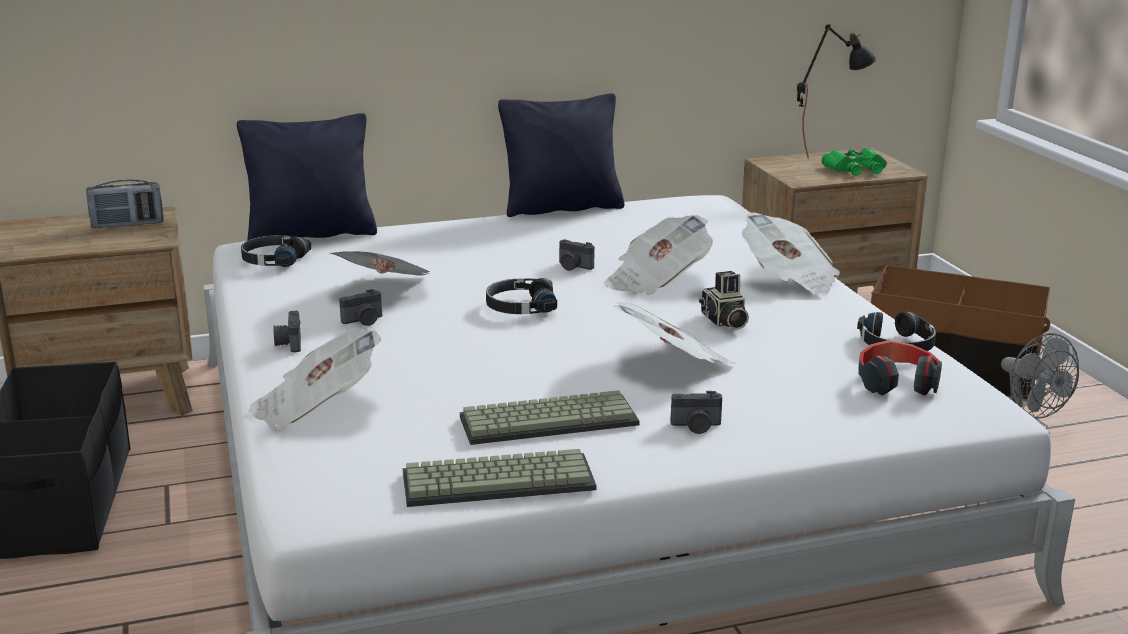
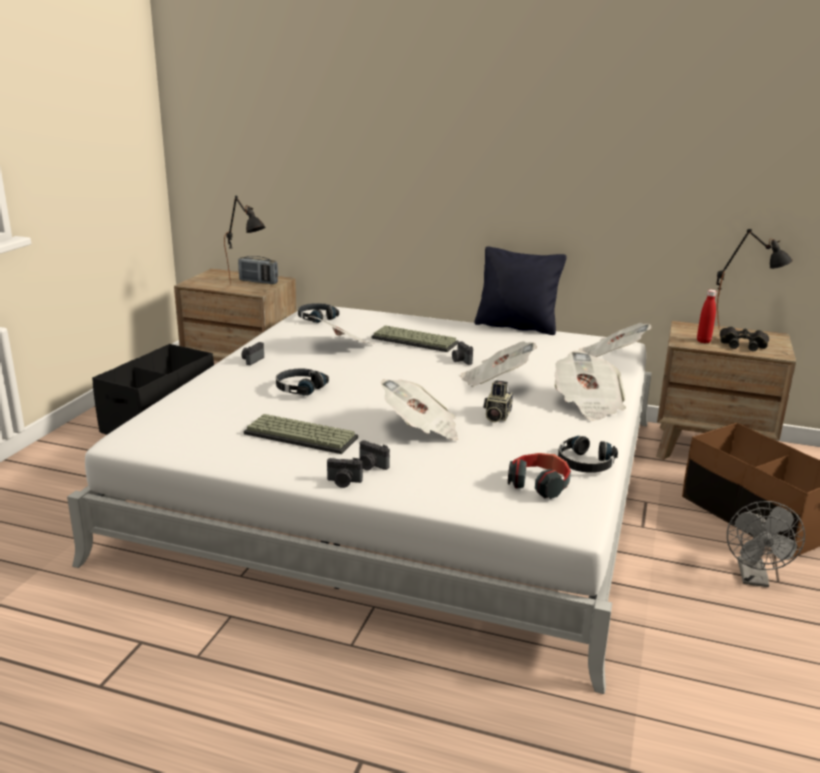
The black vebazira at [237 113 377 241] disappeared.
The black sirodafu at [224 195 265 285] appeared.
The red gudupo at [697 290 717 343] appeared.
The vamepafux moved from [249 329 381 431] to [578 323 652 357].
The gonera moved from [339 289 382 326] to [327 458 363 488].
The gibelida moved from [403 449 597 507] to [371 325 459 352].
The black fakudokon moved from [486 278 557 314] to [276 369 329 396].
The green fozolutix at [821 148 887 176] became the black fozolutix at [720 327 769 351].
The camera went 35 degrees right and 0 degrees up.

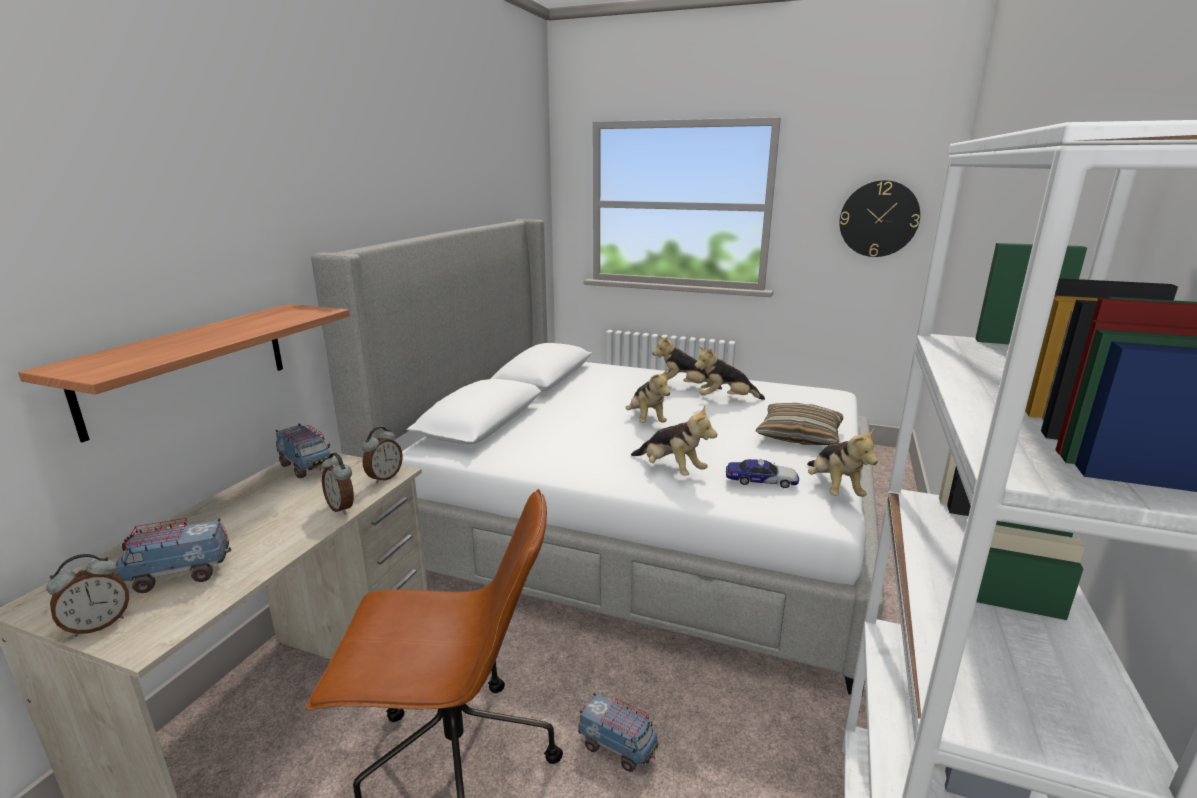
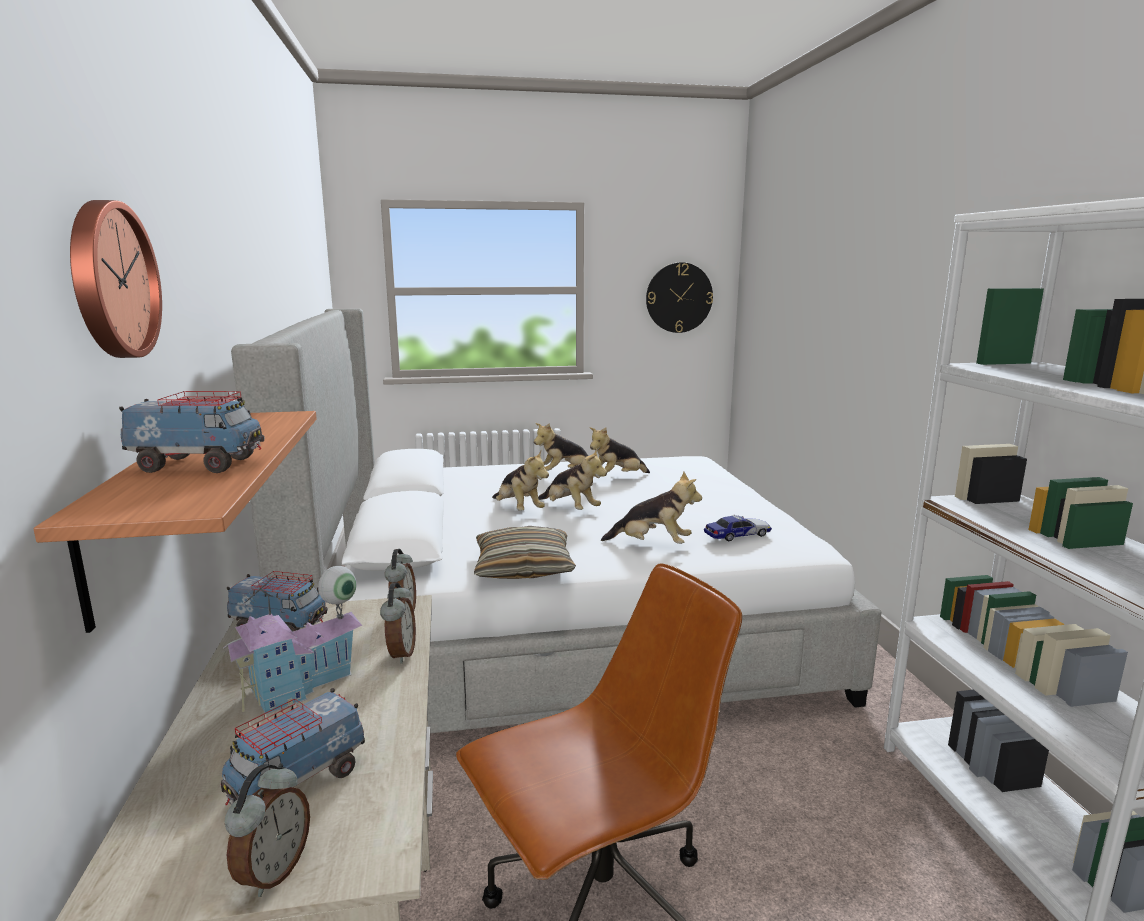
The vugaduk at [70 200 162 358] appeared.
The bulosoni at [223 566 362 715] appeared.
The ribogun moved from [578 693 659 772] to [119 391 265 473].
The vebazira moved from [756 403 844 445] to [474 526 576 579].
The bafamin moved from [807 429 878 497] to [492 451 549 511].
The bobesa at [321 453 354 515] turned 105 degrees counterclockwise.
The camera went 30 degrees left and 5 degrees down.

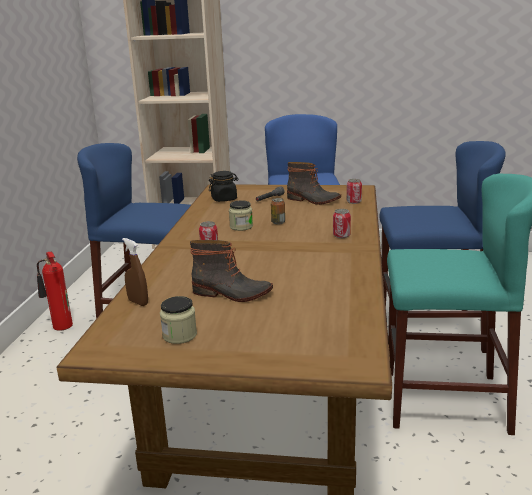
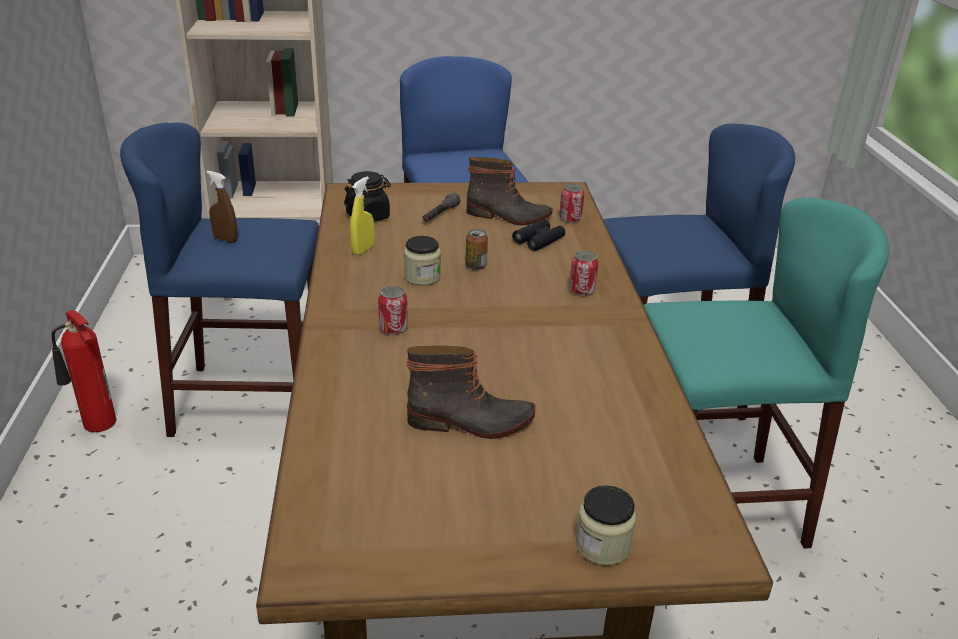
The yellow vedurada at [350 176 374 255] appeared.
The black fozolutix at [512 219 565 251] appeared.
The brown vedurada moved from [122 238 148 306] to [207 171 238 243].
The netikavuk moved from [160 296 197 344] to [575 485 636 565].
The camera went 15 degrees left and 10 degrees up.

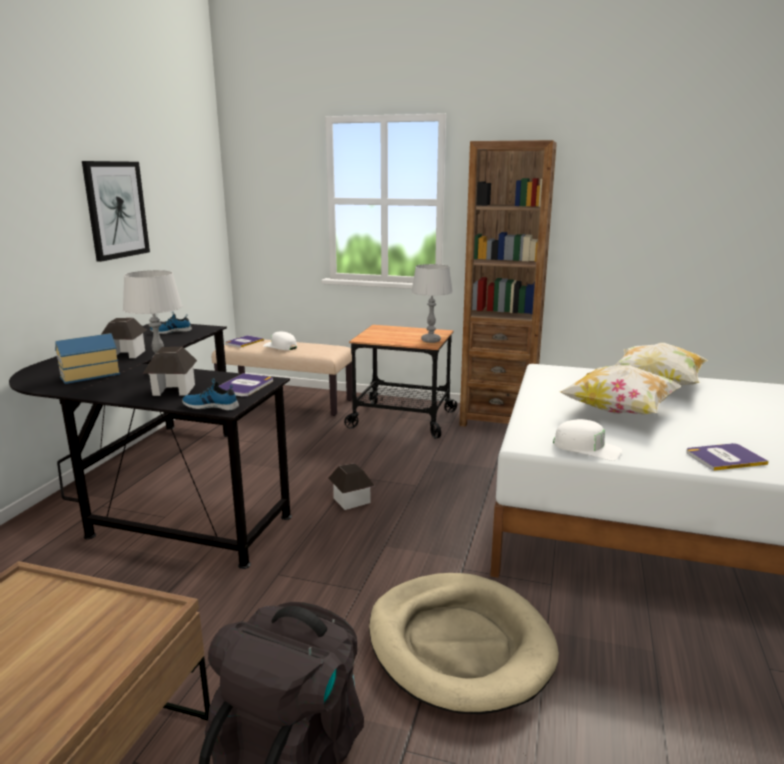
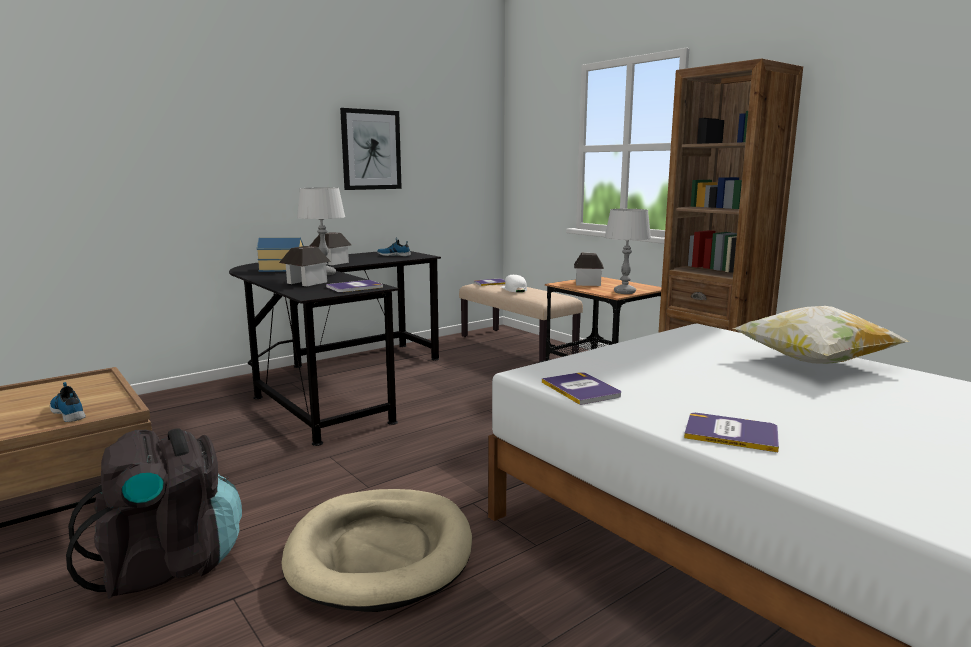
The vebazira at [560 365 682 415] disappeared.
The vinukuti moved from [182 378 239 410] to [50 382 86 422].
The bulosoni moved from [328 463 375 510] to [574 252 604 286].
The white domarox at [553 419 622 461] was replaced by the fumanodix at [542 372 621 405].
The camera went 35 degrees right and 5 degrees down.

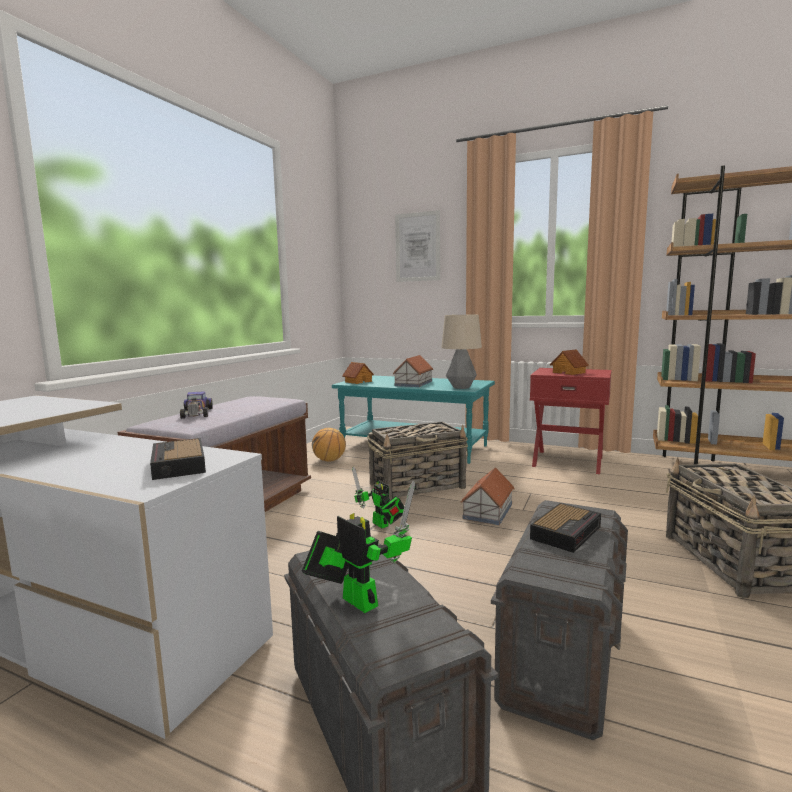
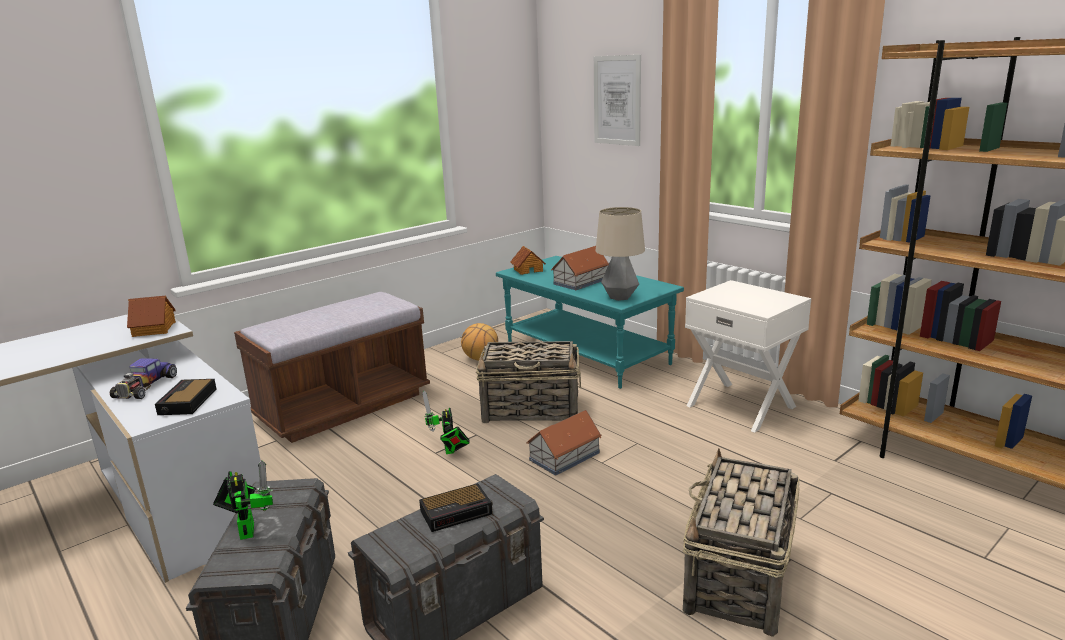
The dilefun moved from [180 391 213 419] to [110 358 177 399].
The bulosoni moved from [550 349 589 375] to [127 296 176 337].
The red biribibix at [530 368 612 474] became the white biribibix at [685 280 811 433].
The camera went 25 degrees right and 10 degrees up.

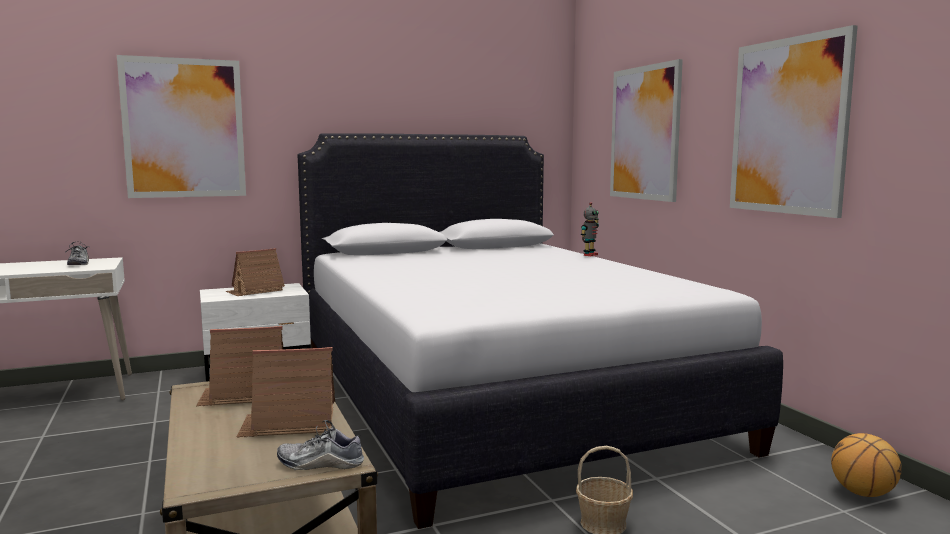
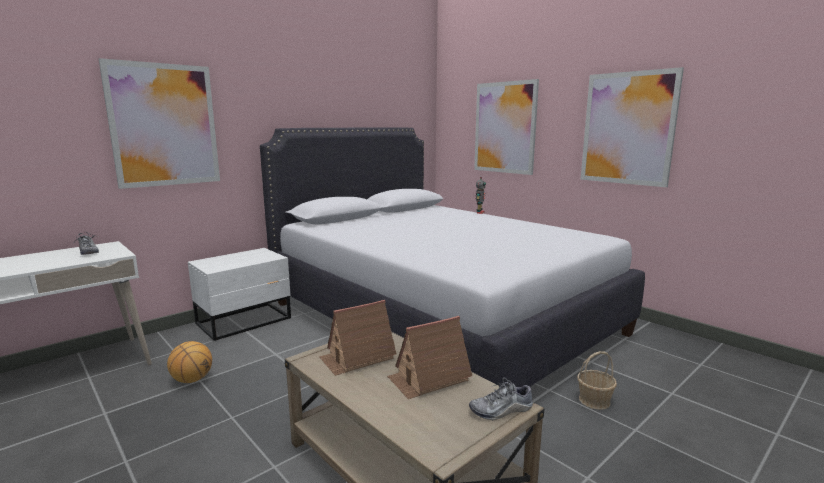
The bulosoni at [226 248 285 296] disappeared.
The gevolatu moved from [831 433 902 497] to [167 341 212 383].
The camera went 20 degrees left and 5 degrees up.

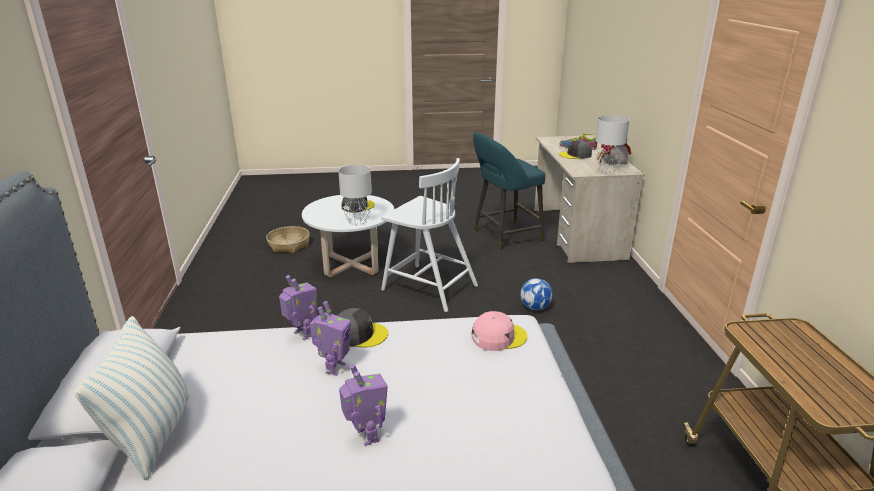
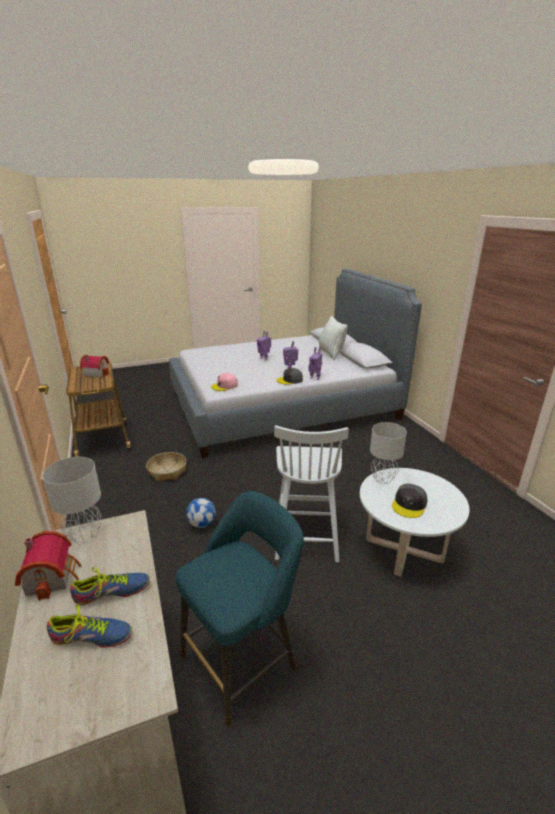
The bulosoni at [80 355 110 377] appeared.
The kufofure moved from [266 226 310 253] to [146 452 186 481].
The grey domarox at [559 140 592 159] was replaced by the vinukuti at [70 567 150 606].
The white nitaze at [381 158 478 312] turned 105 degrees counterclockwise.
The camera went 165 degrees right and 0 degrees up.

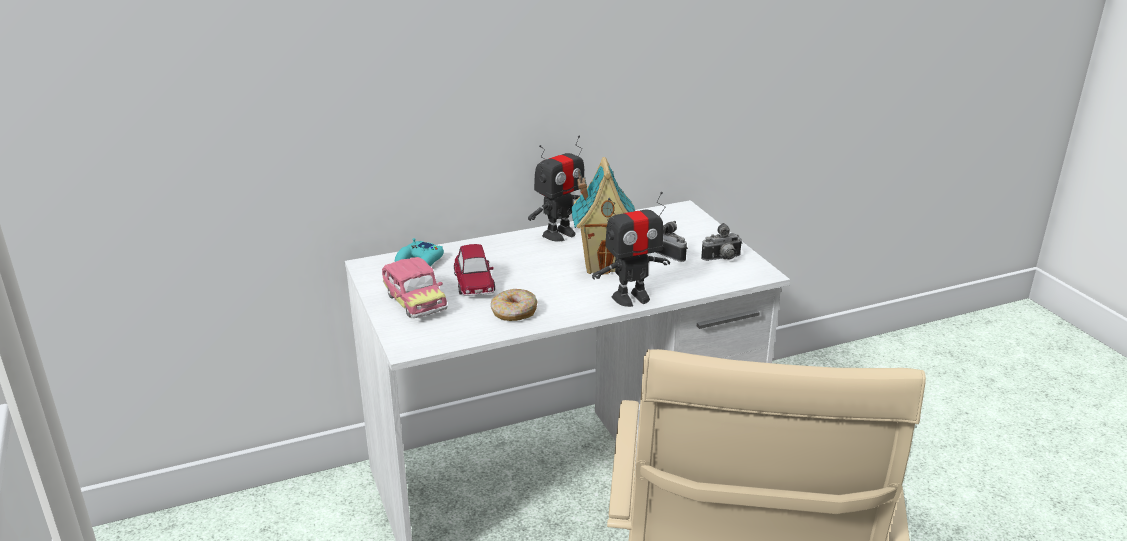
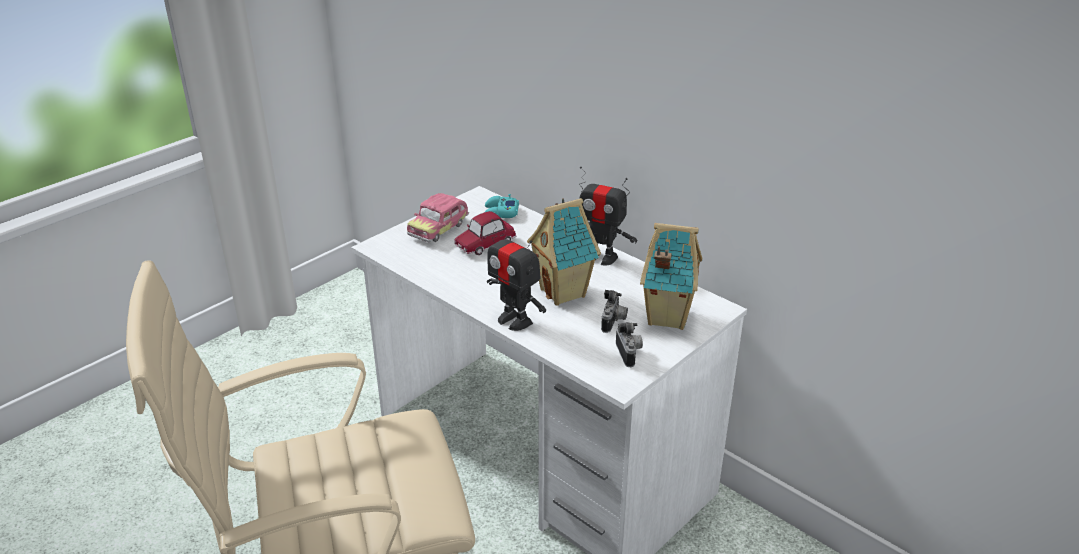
The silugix at [491 289 538 321] disappeared.
The bulosoni at [640 223 702 330] appeared.
The gonera at [701 223 743 261] turned 150 degrees counterclockwise.
The camera went 65 degrees right and 5 degrees up.

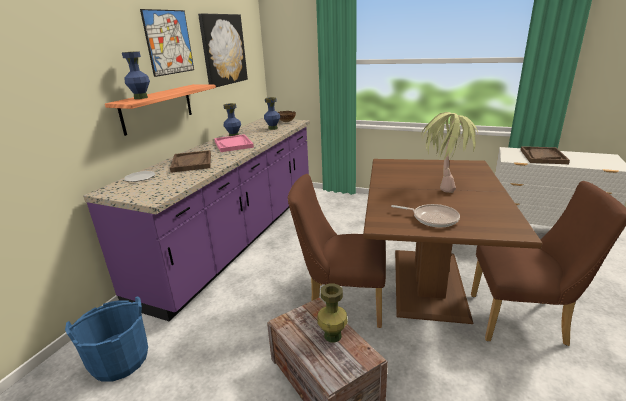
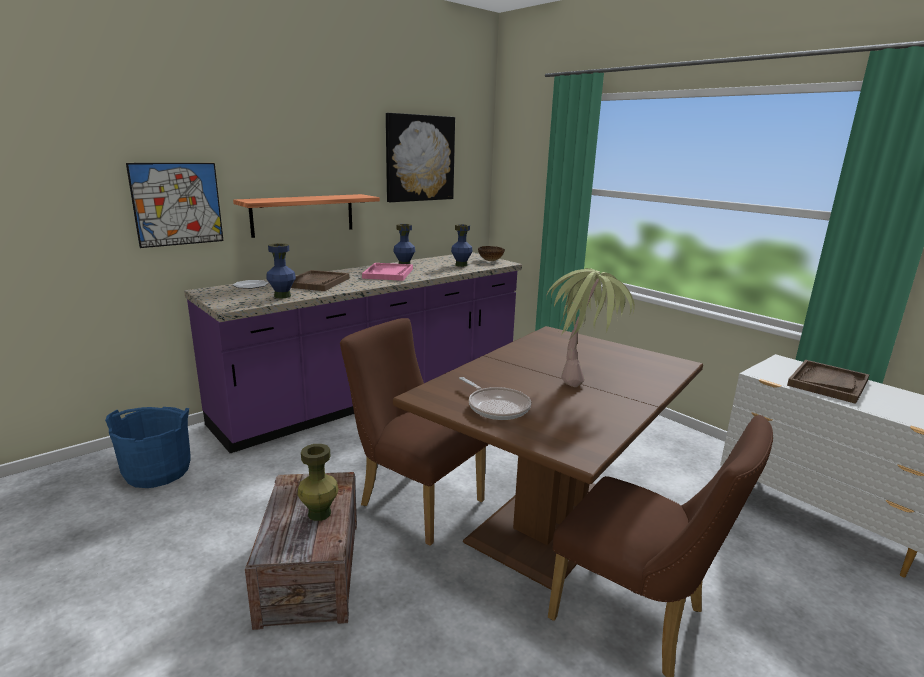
The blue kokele moved from [122 51 150 99] to [266 243 296 298].
The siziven moved from [140 9 194 77] to [126 163 224 248].
The camera went 25 degrees right and 5 degrees down.

